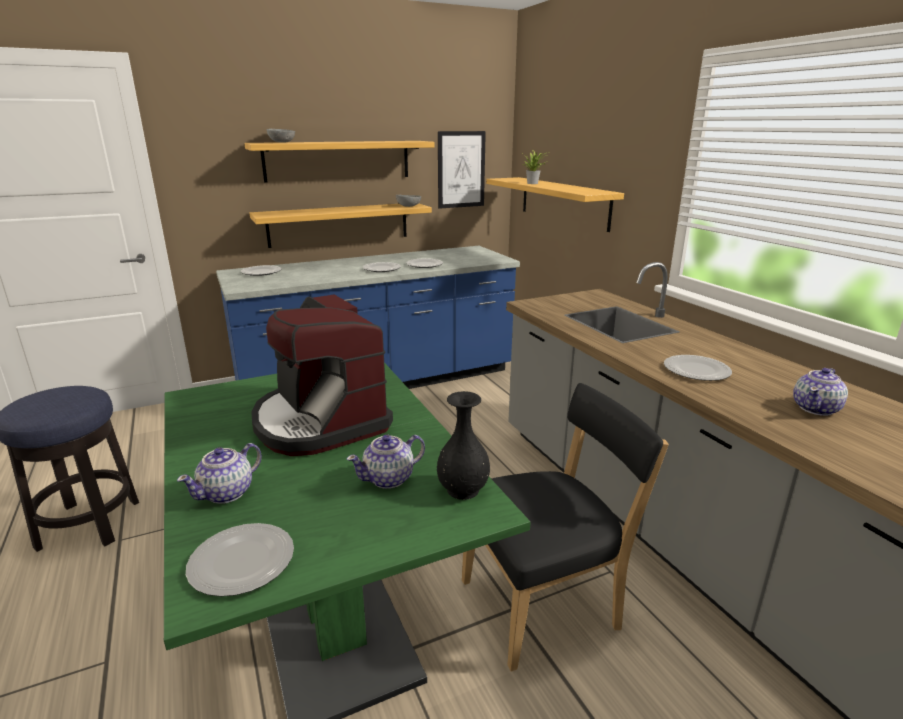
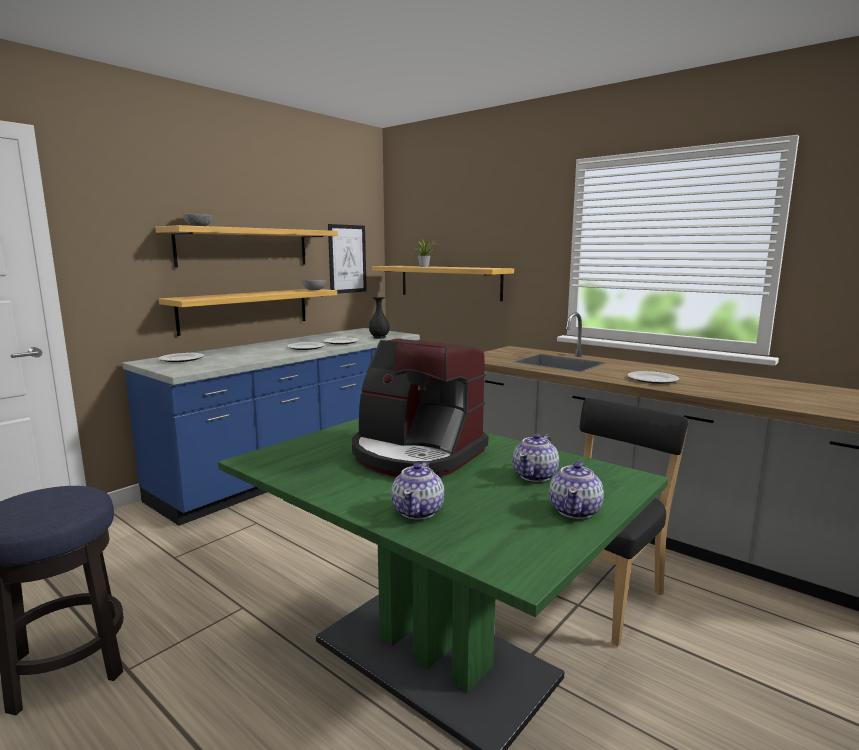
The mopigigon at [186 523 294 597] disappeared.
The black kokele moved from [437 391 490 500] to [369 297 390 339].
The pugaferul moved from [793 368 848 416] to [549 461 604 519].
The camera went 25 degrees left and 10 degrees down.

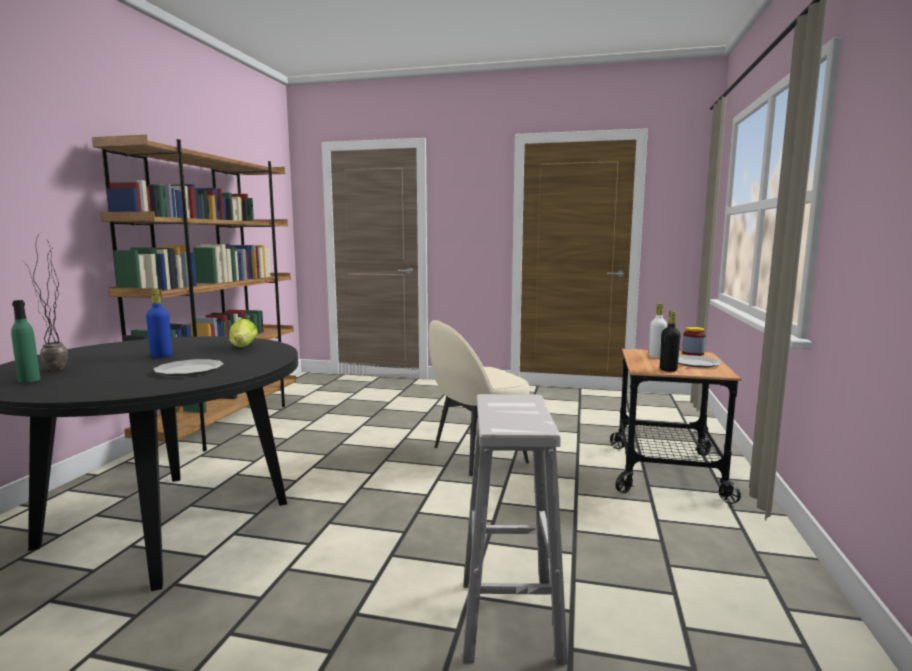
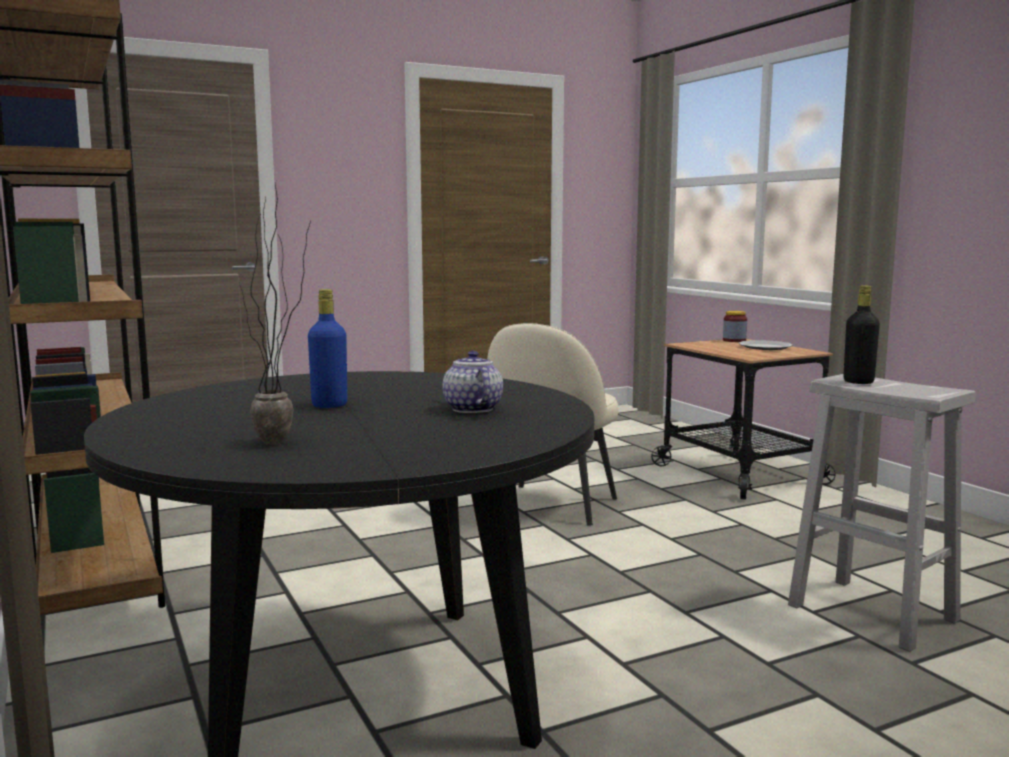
The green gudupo at [11 300 40 383] disappeared.
The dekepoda at [229 319 258 347] disappeared.
The white gudupo at [649 303 667 358] disappeared.
The black gudupo moved from [660 311 681 372] to [843 285 880 384].
The mopigigon at [153 359 224 376] was replaced by the pugaferul at [442 351 503 413].
The camera went 40 degrees left and 0 degrees up.

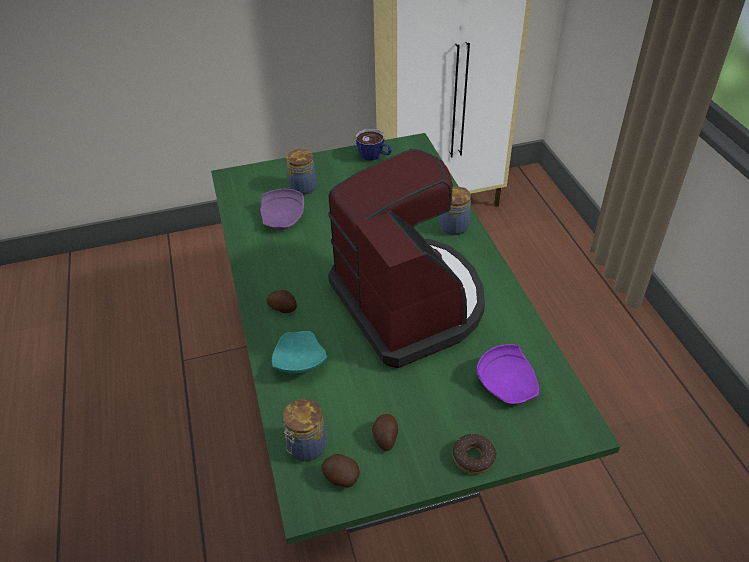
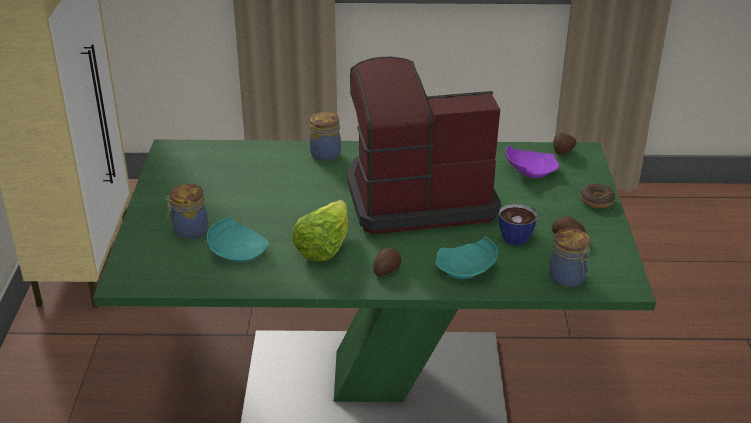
The dekepoda at [291 200 348 261] appeared.
The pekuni moved from [321 454 360 488] to [553 133 577 155].
The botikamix moved from [356 129 392 161] to [499 204 537 245].
The purple mopigigon at [260 189 304 230] became the turquoise mopigigon at [207 217 269 263].
The camera went 75 degrees left and 10 degrees down.

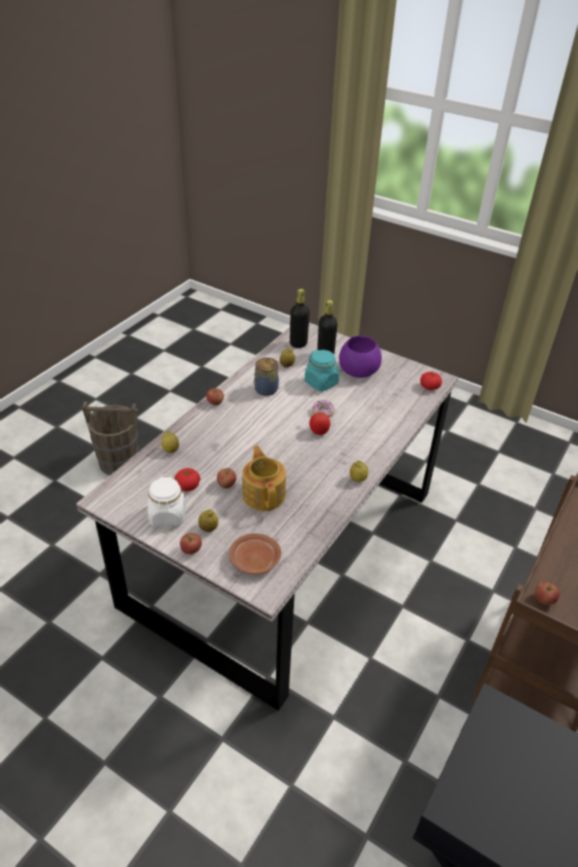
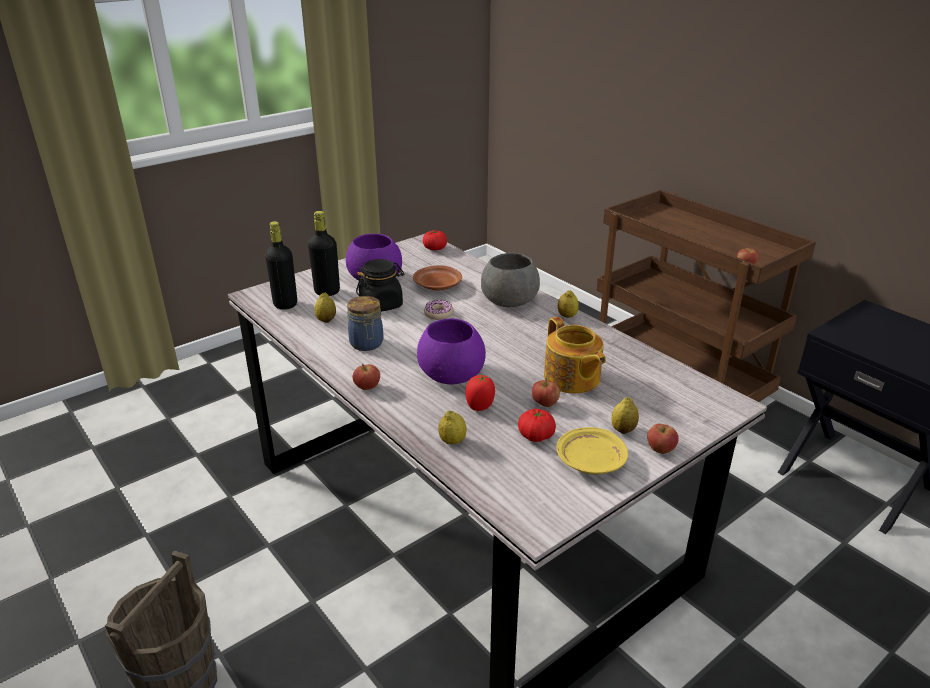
The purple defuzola at [417 318 486 384] appeared.
The grey defuzola at [481 253 540 307] appeared.
The brown mopigigon moved from [229 533 281 574] to [413 265 462 291].
The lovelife moved from [309 412 330 435] to [465 375 495 411].
The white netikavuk at [148 475 186 527] was replaced by the yellow mopigigon at [557 427 628 474].
The turquoise netikavuk at [305 349 339 391] became the black netikavuk at [356 259 405 312].
The pugaferul at [242 446 286 511] turned 120 degrees counterclockwise.
The camera went 70 degrees left and 10 degrees down.

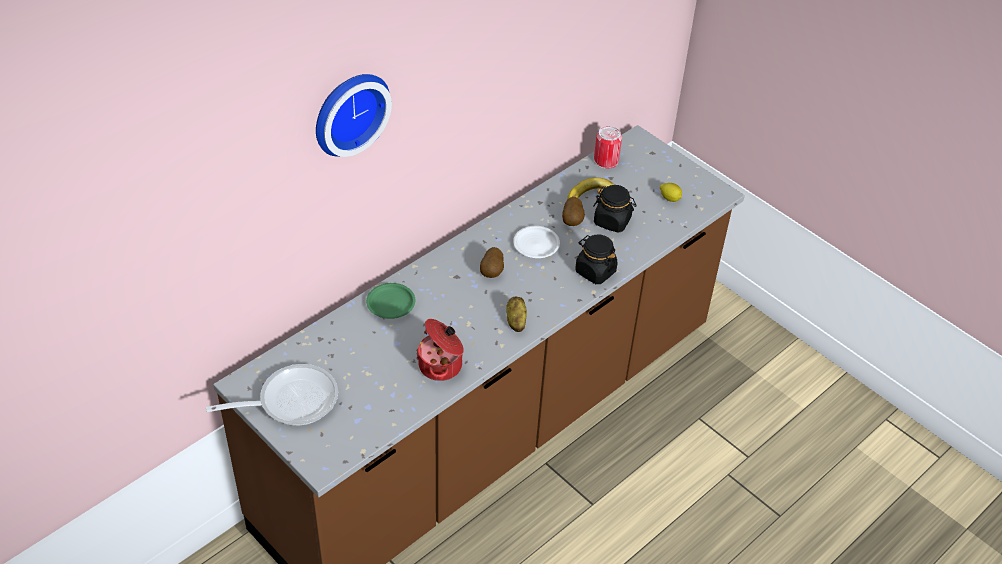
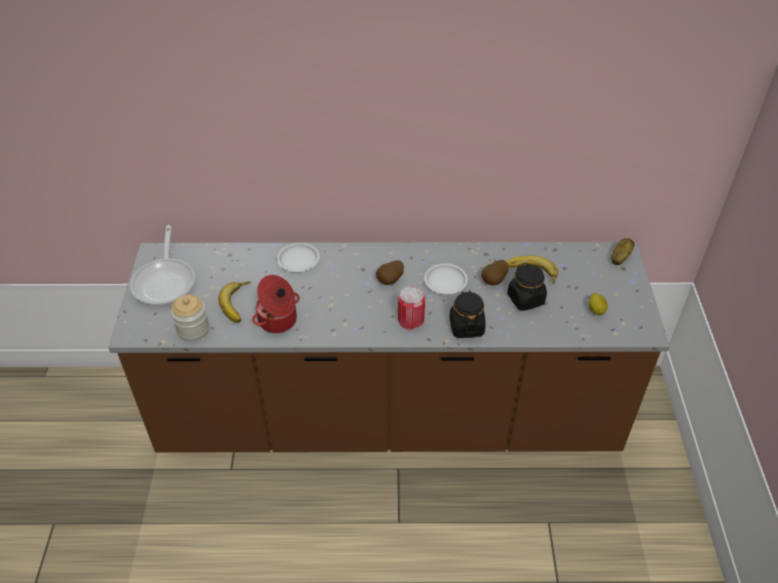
The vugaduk at [316 74 392 157] disappeared.
The netikavuk at [171 295 209 341] appeared.
The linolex at [218 282 251 322] appeared.
The pekuni moved from [506 296 527 332] to [611 238 635 265].
The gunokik moved from [594 126 622 169] to [398 286 425 330].
The green mopigigon at [366 283 415 319] became the white mopigigon at [277 243 320 272].
The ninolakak at [206 364 338 425] turned 60 degrees clockwise.
The camera went 45 degrees right and 0 degrees up.

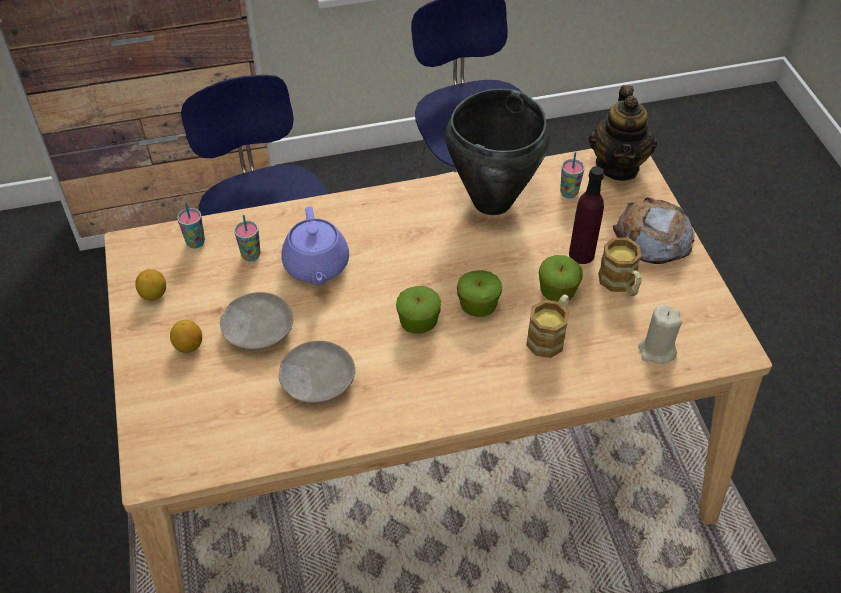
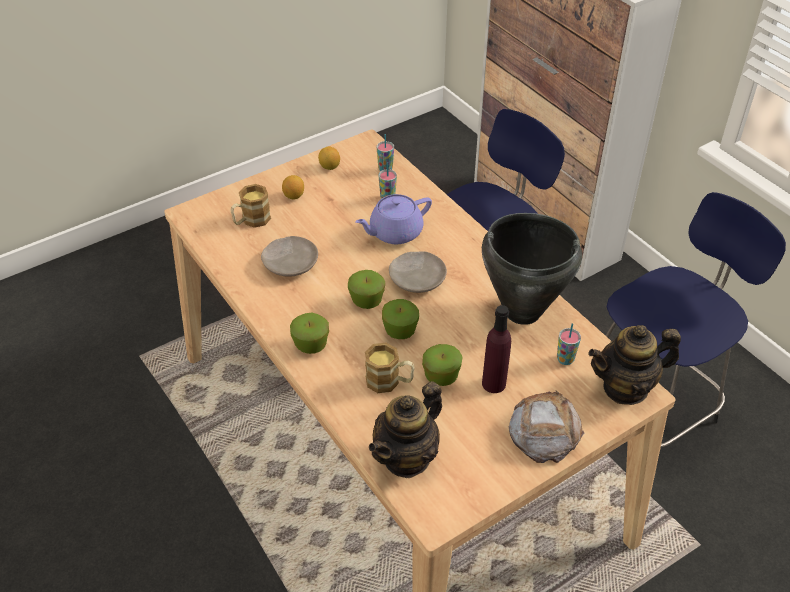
The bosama at [290 313 329 354] appeared.
The beige mopigigon moved from [220 292 293 350] to [389 251 447 293].
The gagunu moved from [598 237 642 296] to [230 184 271 228].
The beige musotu at [638 305 682 364] was replaced by the pugaferul at [369 381 442 478].
The camera went 70 degrees right and 5 degrees down.

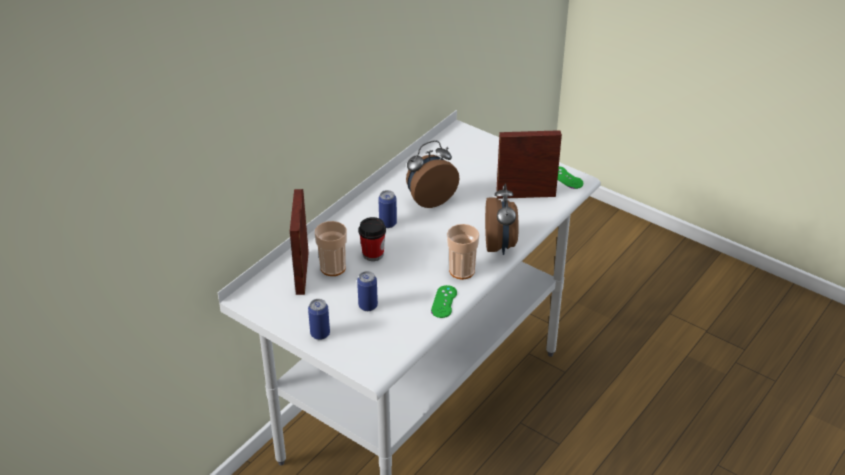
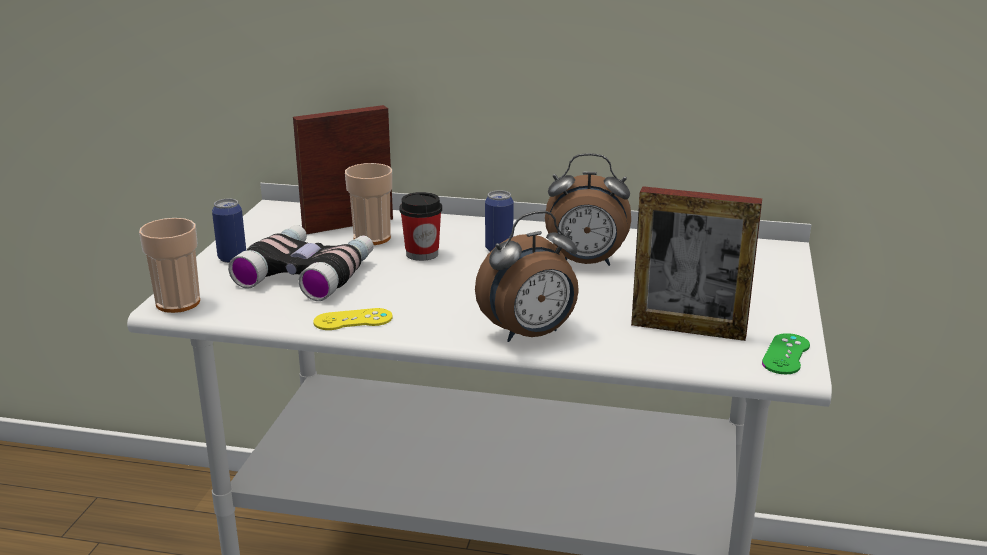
The botikamix moved from [447 224 479 280] to [139 218 200 313].
The gunokik at [357 271 378 311] was replaced by the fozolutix at [228 225 374 301].
The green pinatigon at [431 285 457 318] became the yellow pinatigon at [313 308 393 330].
The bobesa at [406 140 460 208] turned 150 degrees clockwise.
The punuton at [496 130 562 199] turned 135 degrees clockwise.
The camera went 65 degrees right and 15 degrees down.

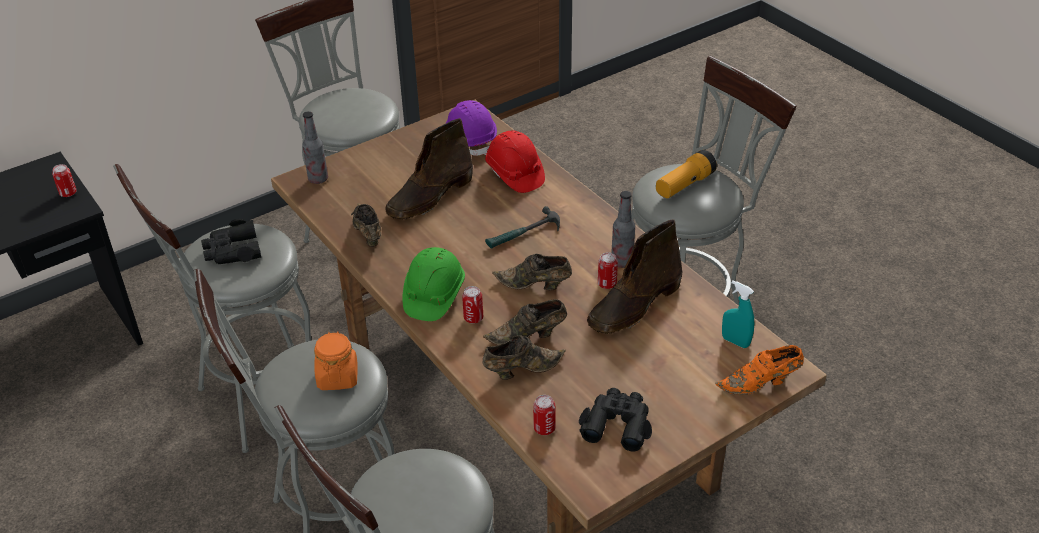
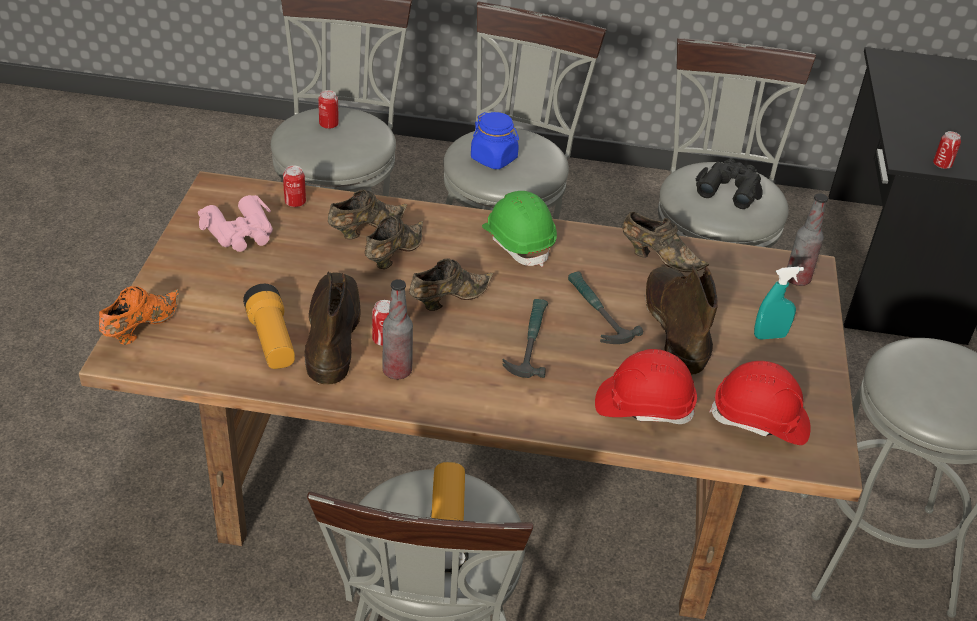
The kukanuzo at [243 284 295 369] appeared.
The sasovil at [568 272 643 344] appeared.
The gunokik moved from [462 286 483 323] to [318 90 339 129].
The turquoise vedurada moved from [722 281 754 348] to [754 267 804 340].
The orange netikavuk at [314 331 358 390] became the blue netikavuk at [471 112 519 169].
The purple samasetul at [446 100 497 156] became the red samasetul at [709 361 811 445].
The black fozolutix at [579 388 652 452] became the pink fozolutix at [198 195 273 252].
The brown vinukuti at [482 335 566 380] turned 150 degrees counterclockwise.
The camera went 130 degrees right and 0 degrees up.

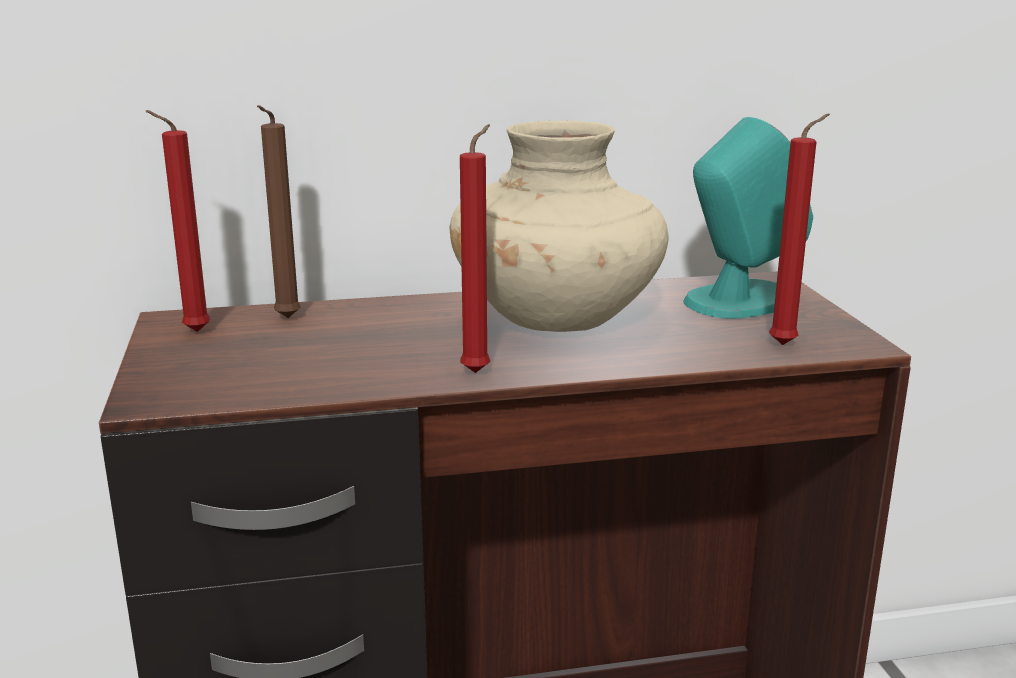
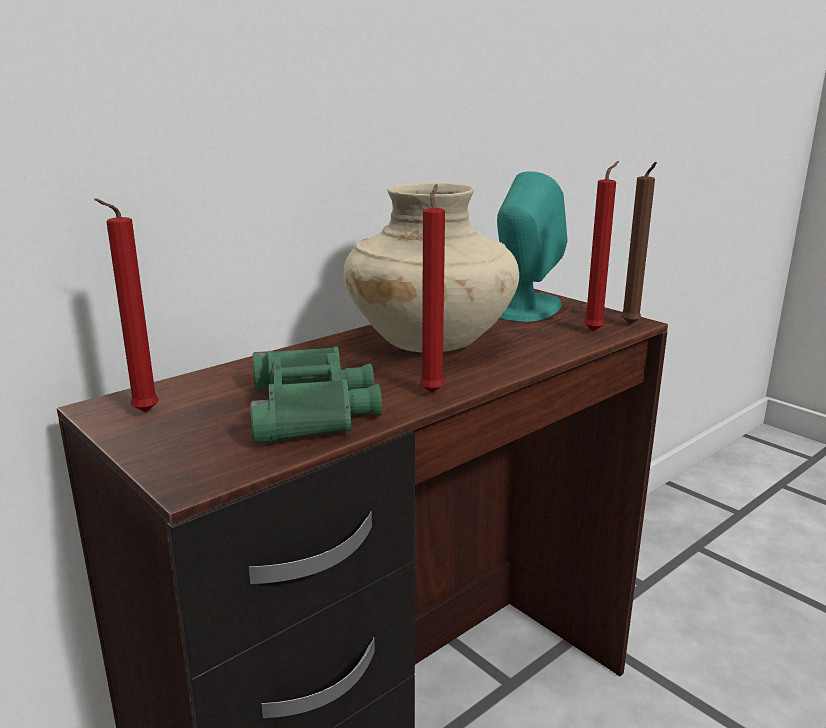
The green fozolutix at [251 347 382 444] appeared.
The brown musotu moved from [257 105 301 318] to [621 162 657 325].
The camera went 30 degrees left and 0 degrees up.

